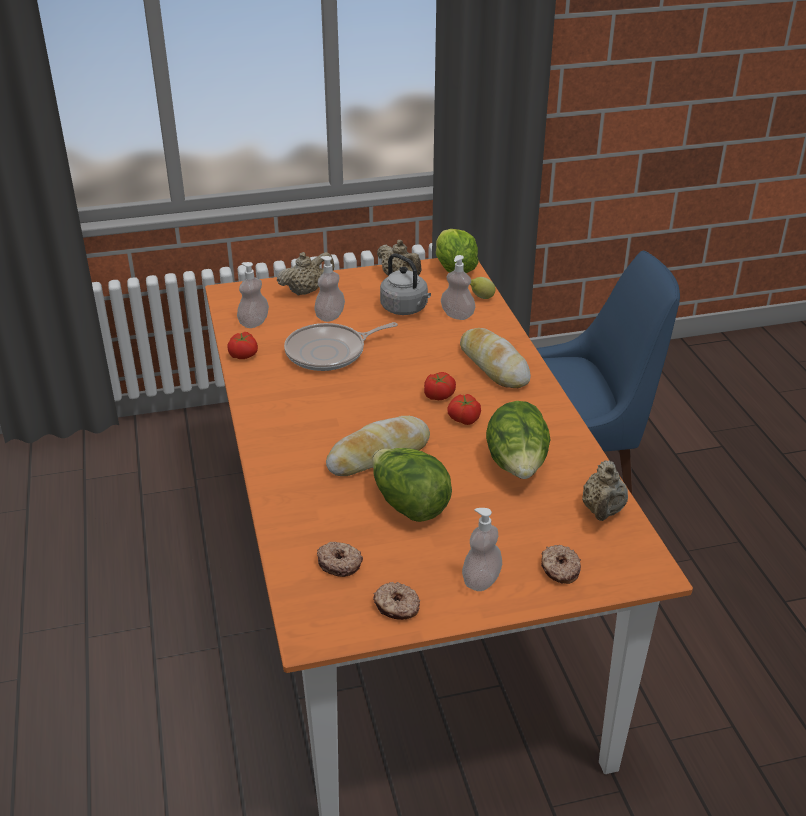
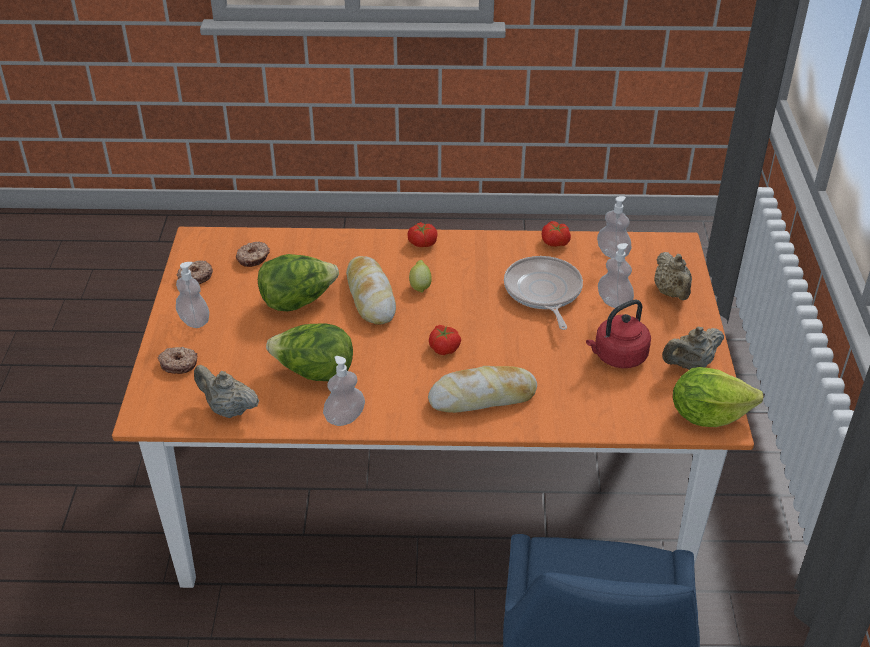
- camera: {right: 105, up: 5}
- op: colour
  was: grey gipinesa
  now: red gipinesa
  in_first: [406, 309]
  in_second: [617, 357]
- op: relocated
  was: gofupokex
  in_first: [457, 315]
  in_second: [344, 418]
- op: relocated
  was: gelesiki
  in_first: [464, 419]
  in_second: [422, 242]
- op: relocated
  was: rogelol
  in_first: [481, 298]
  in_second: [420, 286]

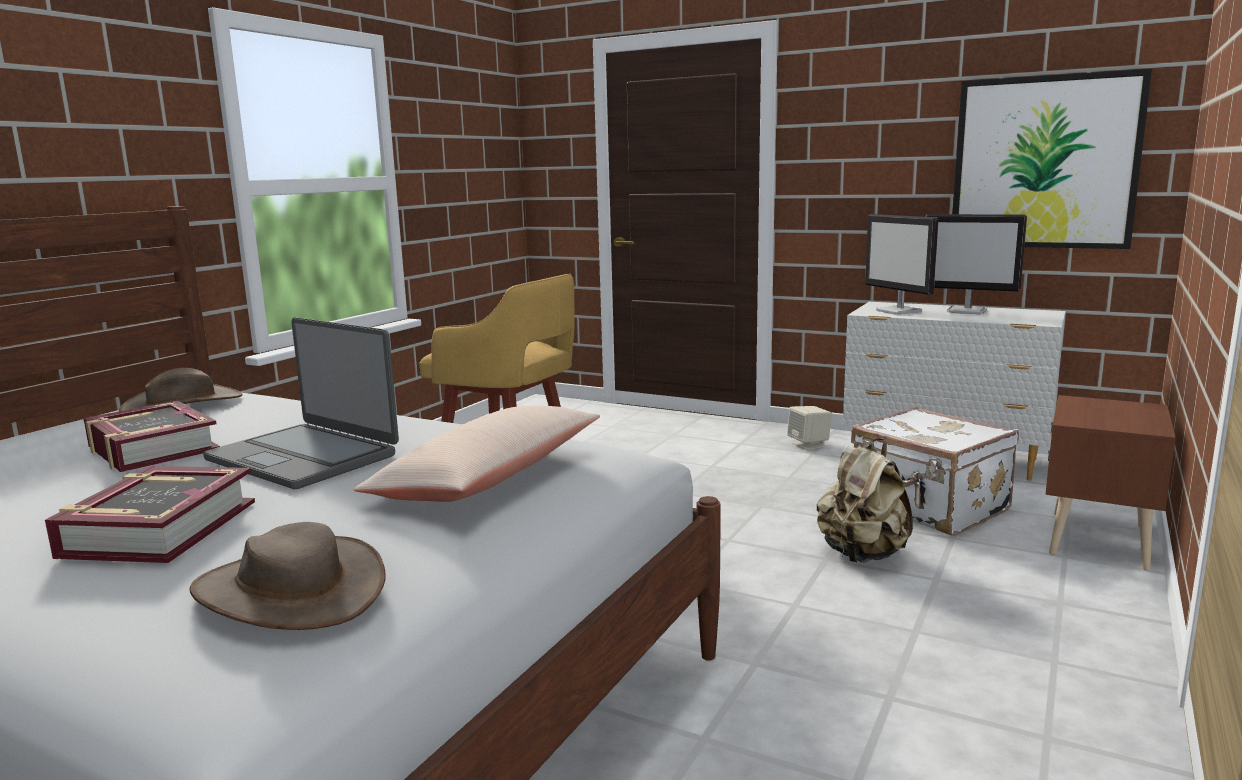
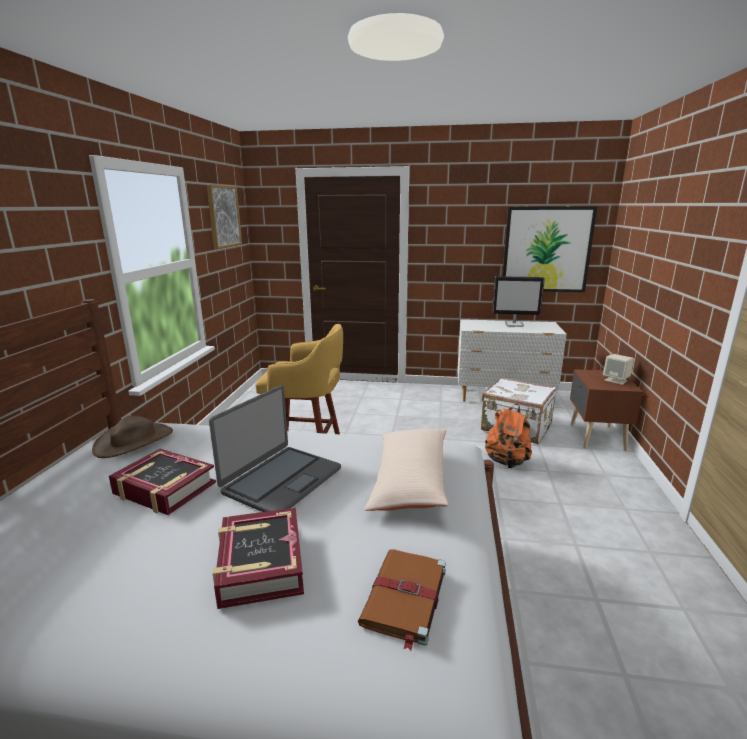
- camera: {right: -20, up: 5}
- op: exchanged
  was: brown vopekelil
  now: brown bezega
  in_first: [291, 590]
  in_second: [404, 598]
- op: spun
  was: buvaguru
  in_first: [304, 457]
  in_second: [281, 480]
  clockwise: -75
- op: relocated
  was: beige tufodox
  in_first: [809, 445]
  in_second: [616, 380]
- op: colour
  was: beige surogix
  now: orange surogix
  in_first: [862, 555]
  in_second: [507, 462]
- op: missing
  was: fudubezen
  in_first: [899, 311]
- op: appeared
  now: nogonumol
  in_second: [223, 216]

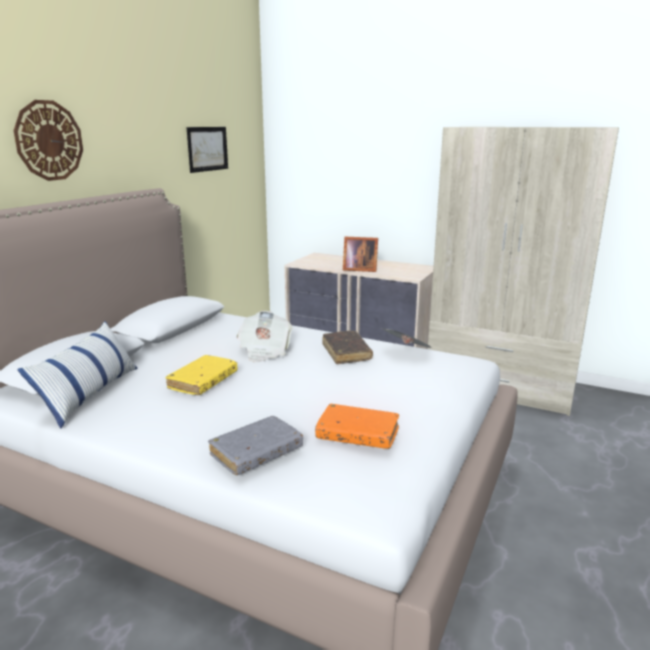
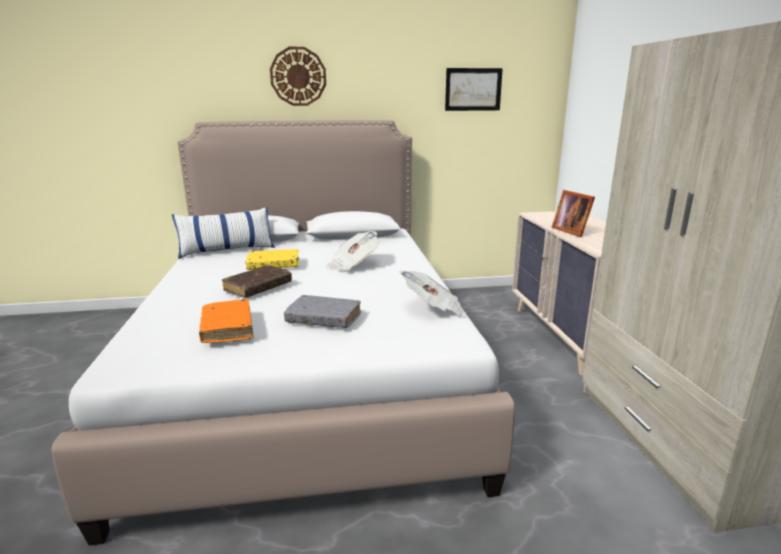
- camera: {right: 55, up: 0}
- op: relocated
  was: grey bezega
  in_first: [256, 453]
  in_second: [324, 319]
- op: relocated
  was: brown bezega
  in_first: [346, 353]
  in_second: [258, 287]

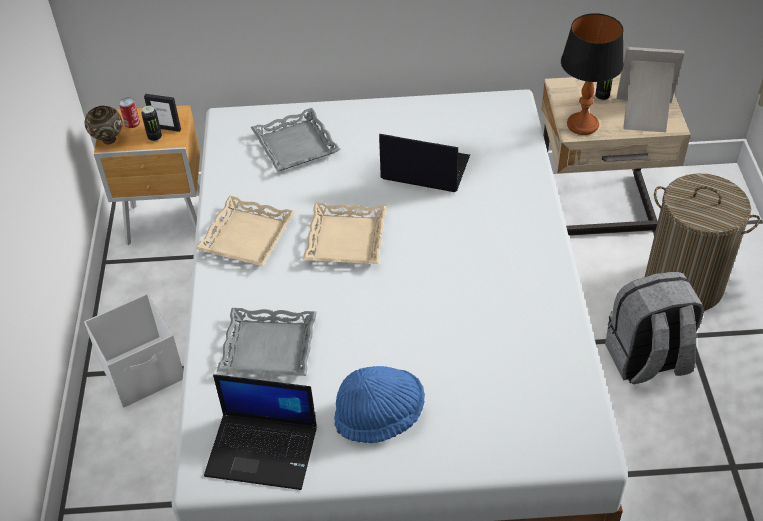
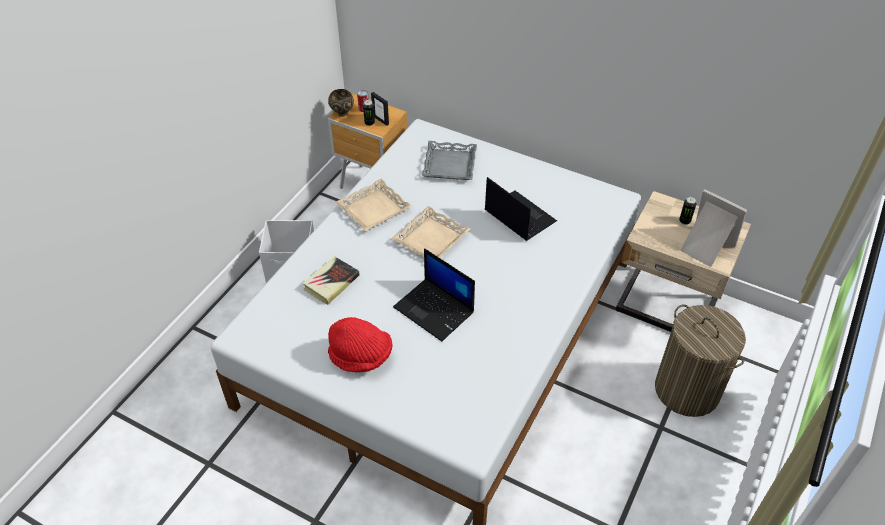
- camera: {right: 30, up: 0}
- op: relocated
  was: buvaguru
  in_first: [263, 450]
  in_second: [435, 310]
- op: exchanged
  was: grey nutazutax
  now: bezega
  in_first: [268, 348]
  in_second: [331, 283]
- op: colour
  was: blue vopekelil
  now: red vopekelil
  in_first: [380, 416]
  in_second: [361, 356]
- op: missing
  was: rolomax
  in_first: [582, 125]
- op: missing
  was: grey surogix
  in_first: [646, 360]

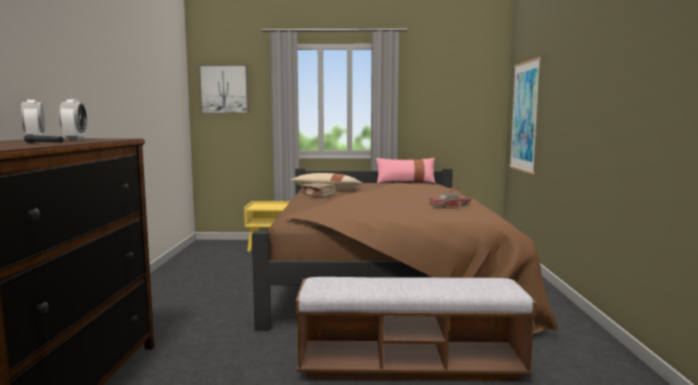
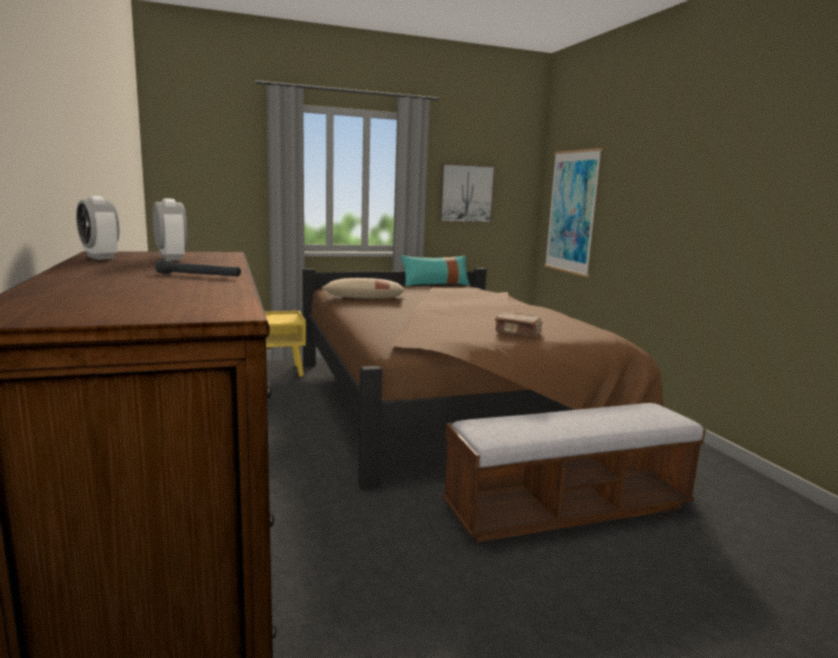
- camera: {right: -20, up: 5}
- op: relocated
  was: nogonumol
  in_first: [224, 89]
  in_second: [466, 193]
- op: relocated
  was: brown bezega
  in_first: [319, 196]
  in_second: [518, 333]
- op: colour
  was: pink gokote
  now: turquoise gokote
  in_first: [405, 182]
  in_second: [435, 284]
- op: missing
  was: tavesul
  in_first: [449, 206]

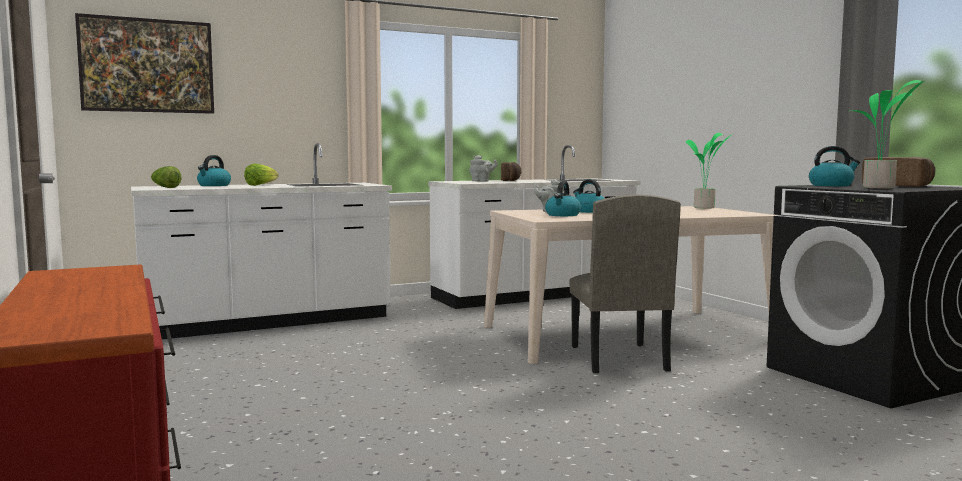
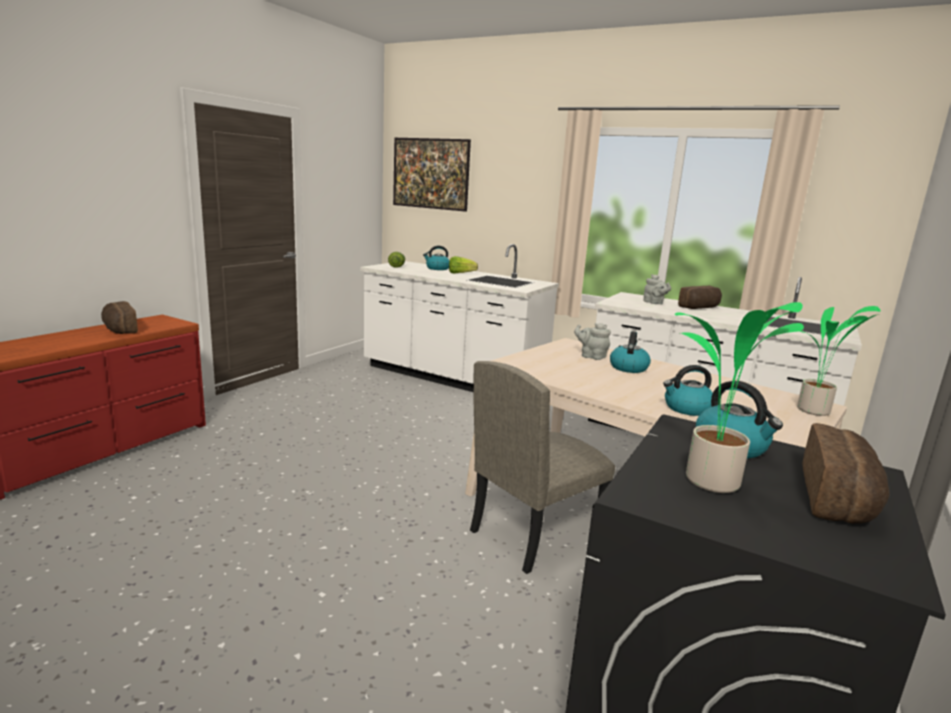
- camera: {right: 55, up: 10}
- op: relocated
  was: gipinesa
  in_first: [563, 215]
  in_second: [687, 408]
- op: appeared
  now: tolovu
  in_second: [119, 329]

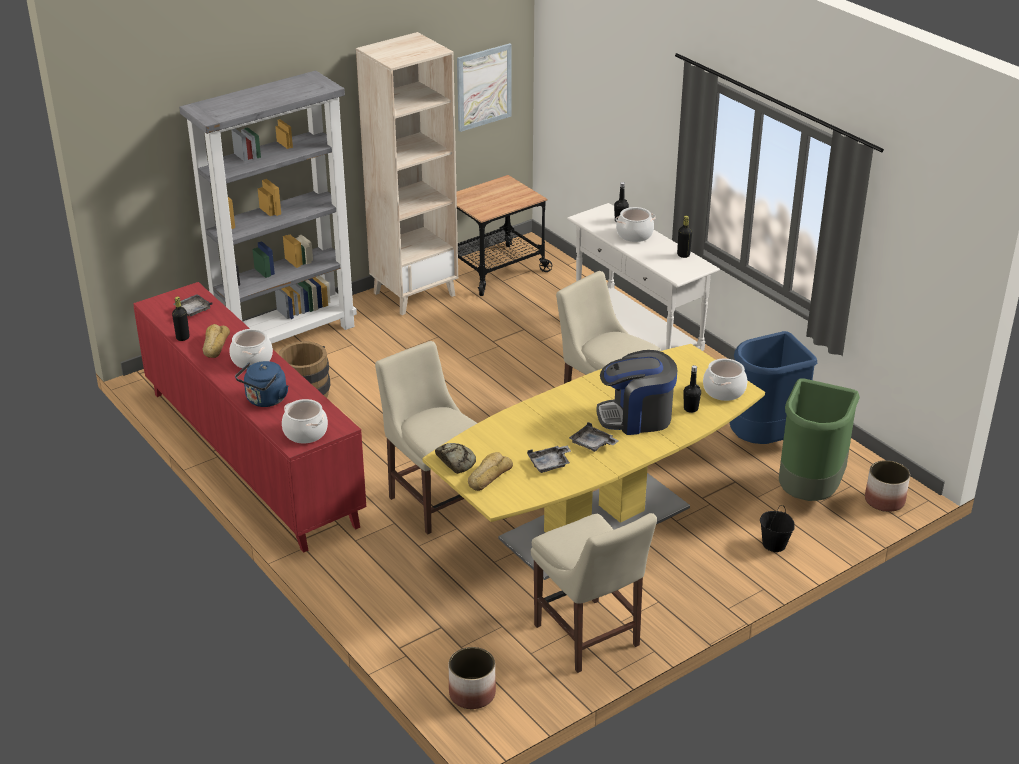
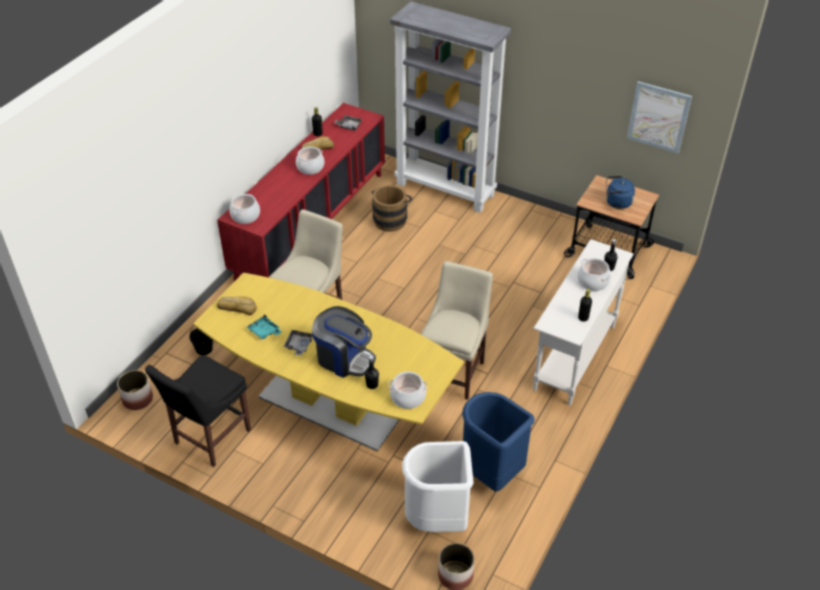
- camera: {right: 65, up: 10}
- op: relocated
  was: blue gipinesa
  in_first: [265, 400]
  in_second: [616, 202]
- op: missing
  was: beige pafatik
  in_first: [414, 294]
- op: missing
  was: tolovu
  in_first: [455, 461]
- op: colour
  was: grey nutazutax
  now: turquoise nutazutax
  in_first: [550, 464]
  in_second: [264, 332]
- op: colour
  was: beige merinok
  now: black merinok
  in_first: [589, 638]
  in_second: [209, 438]
- op: spun
  was: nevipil
  in_first: [636, 417]
  in_second: [344, 358]
  clockwise: 150
- op: relocated
  was: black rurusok
  in_first: [774, 544]
  in_second: [204, 349]
- op: colour
  was: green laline
  now: white laline
  in_first: [809, 492]
  in_second: [438, 520]

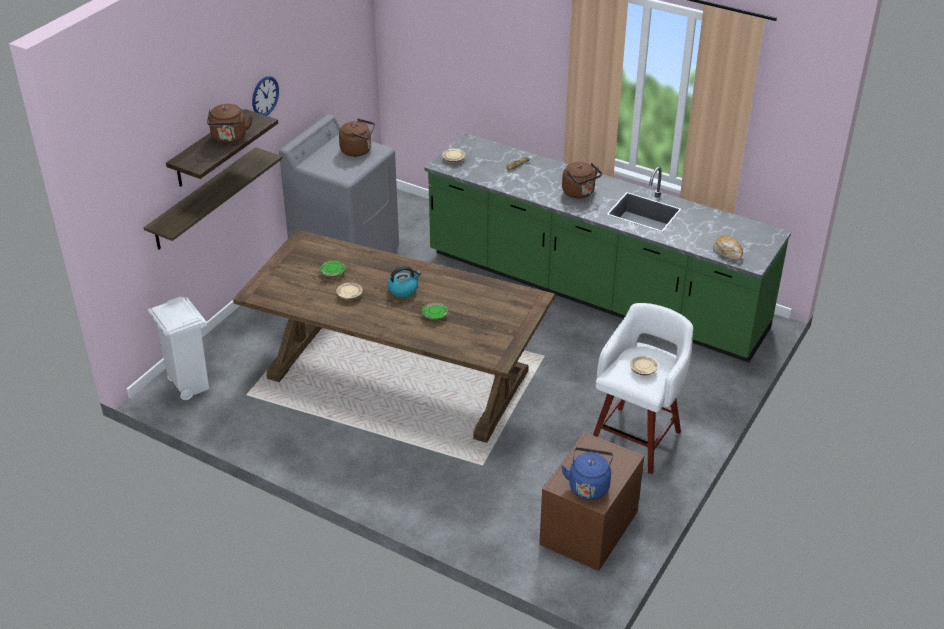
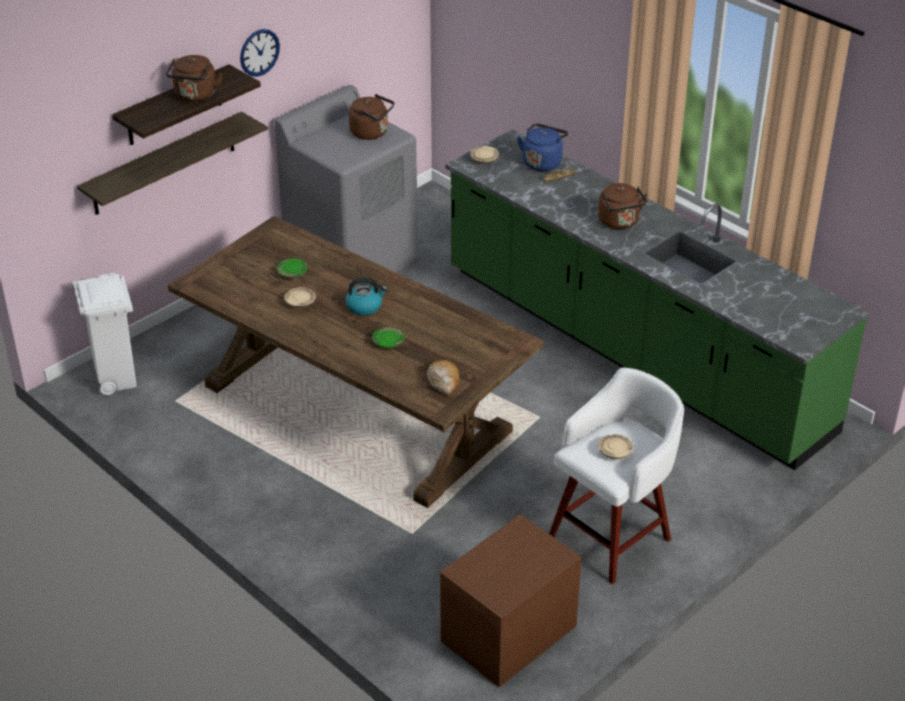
- camera: {right: 15, up: 0}
- op: relocated
  was: blue gipinesa
  in_first: [588, 486]
  in_second: [542, 162]
- op: relocated
  was: tolovu
  in_first: [728, 252]
  in_second: [444, 382]

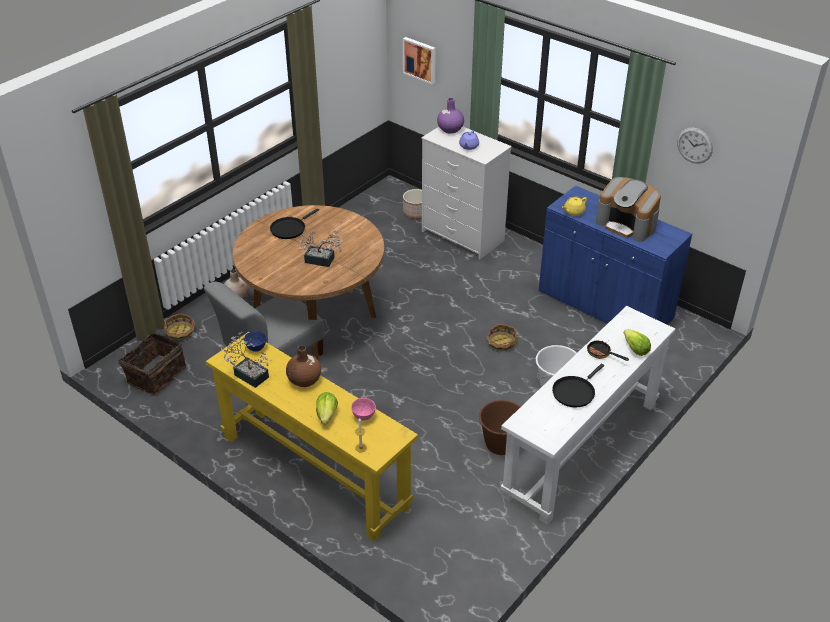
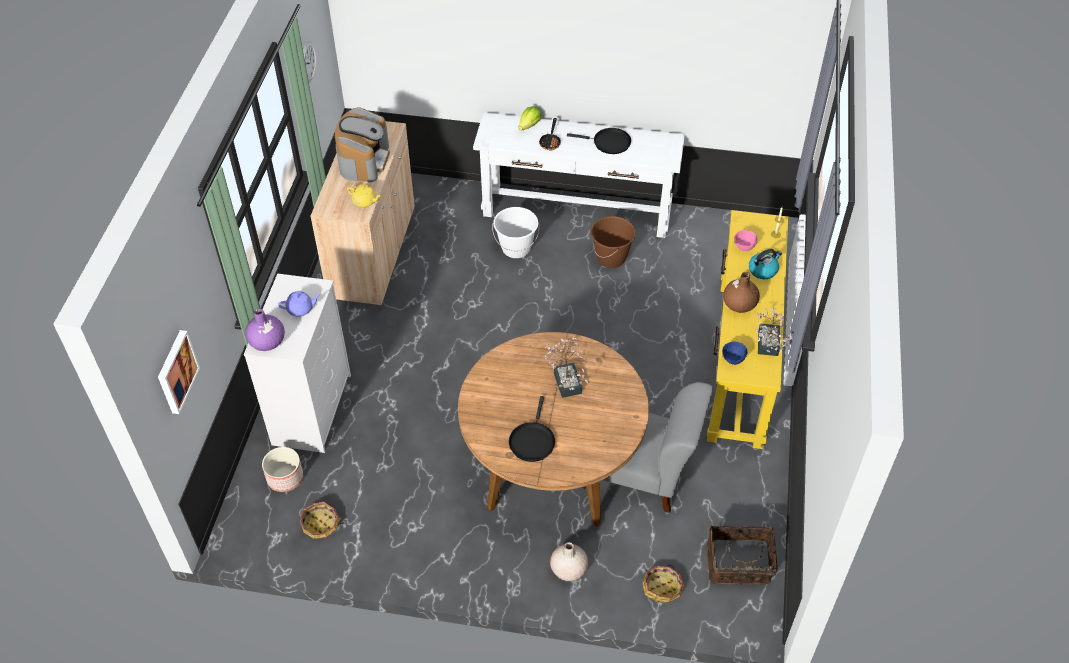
- camera: {right: -120, up: 10}
- op: spun
  was: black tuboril
  in_first: [289, 229]
  in_second: [532, 441]
  clockwise: 90
- op: exchanged
  was: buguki
  now: gipinesa
  in_first: [327, 415]
  in_second: [763, 270]
- op: relocated
  was: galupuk
  in_first: [501, 343]
  in_second: [321, 525]
- op: colour
  was: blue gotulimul
  now: beige gotulimul
  in_first: [604, 306]
  in_second: [373, 252]

